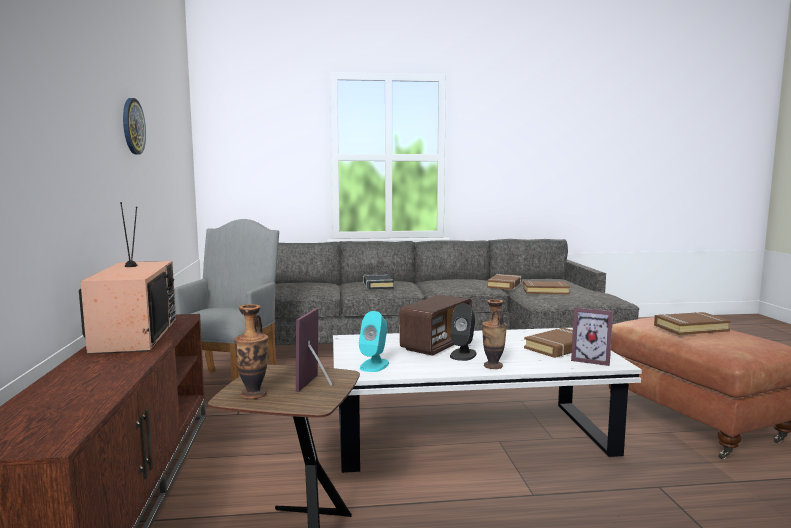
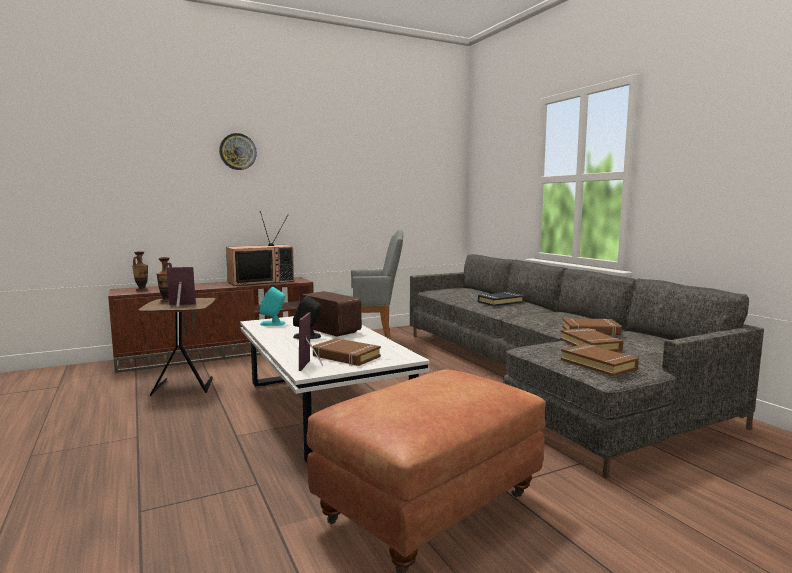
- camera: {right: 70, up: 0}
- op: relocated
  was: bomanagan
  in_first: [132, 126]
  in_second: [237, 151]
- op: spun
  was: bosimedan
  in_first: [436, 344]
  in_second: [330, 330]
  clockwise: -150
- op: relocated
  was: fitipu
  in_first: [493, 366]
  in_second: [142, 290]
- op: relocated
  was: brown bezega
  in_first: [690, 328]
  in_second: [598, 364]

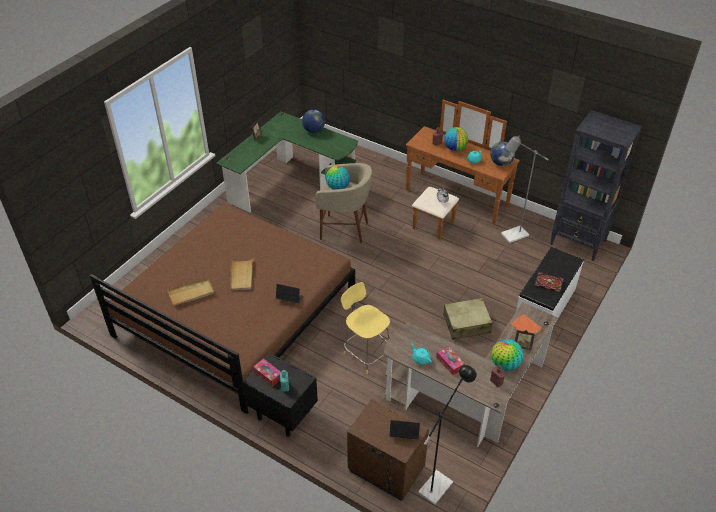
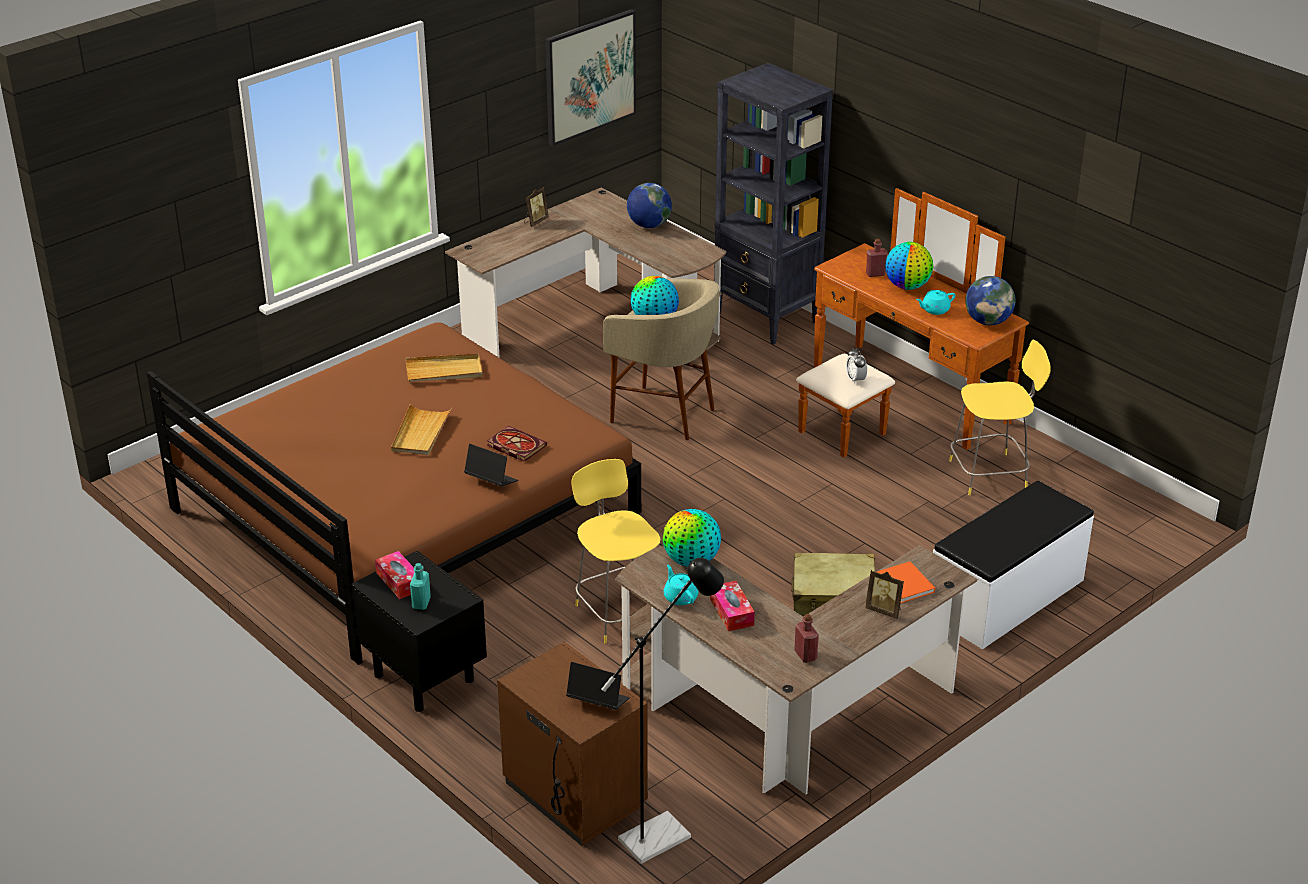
- camera: {right: 15, up: -10}
- op: relocated
  was: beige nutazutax
  in_first: [191, 293]
  in_second: [444, 371]
- op: colour
  was: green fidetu
  now: brown fidetu
  in_first: [291, 183]
  in_second: [596, 325]
- op: relocated
  was: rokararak
  in_first: [505, 364]
  in_second: [691, 561]
- op: exchanged
  was: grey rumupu
  now: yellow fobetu
  in_first: [510, 236]
  in_second: [991, 474]
- op: relocated
  was: bezega
  in_first: [548, 283]
  in_second: [514, 446]
- op: relocated
  was: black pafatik
  in_first: [578, 243]
  in_second: [767, 318]
- op: appeared
  now: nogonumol
  in_second: [589, 76]

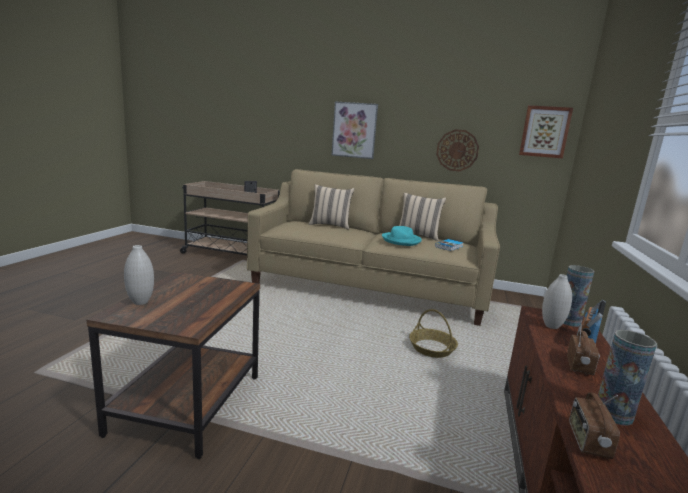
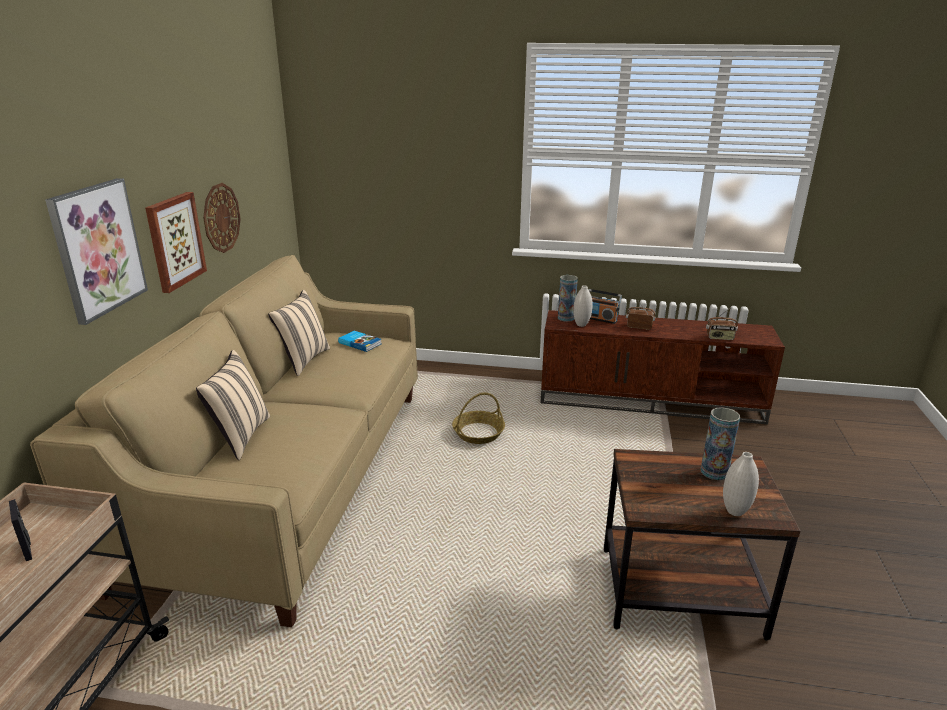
- camera: {right: -95, up: 10}
- op: missing
  was: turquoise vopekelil
  in_first: [401, 240]
- op: relocated
  was: nogonumol
  in_first: [544, 132]
  in_second: [175, 241]
- op: relocated
  was: fitipu
  in_first: [613, 414]
  in_second: [714, 472]

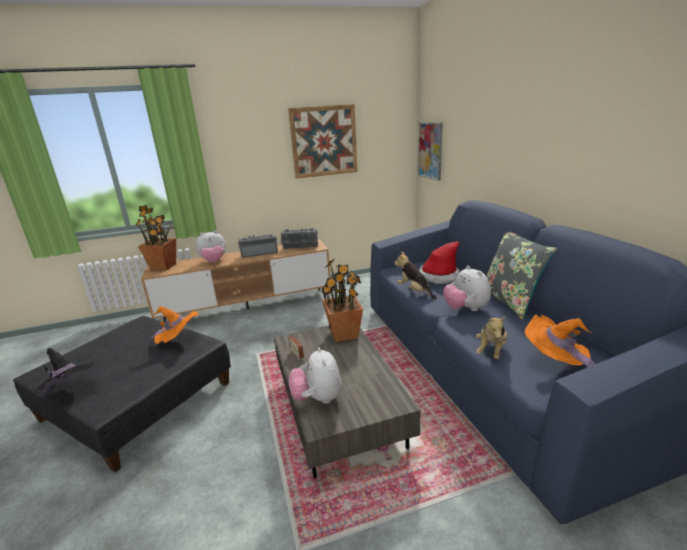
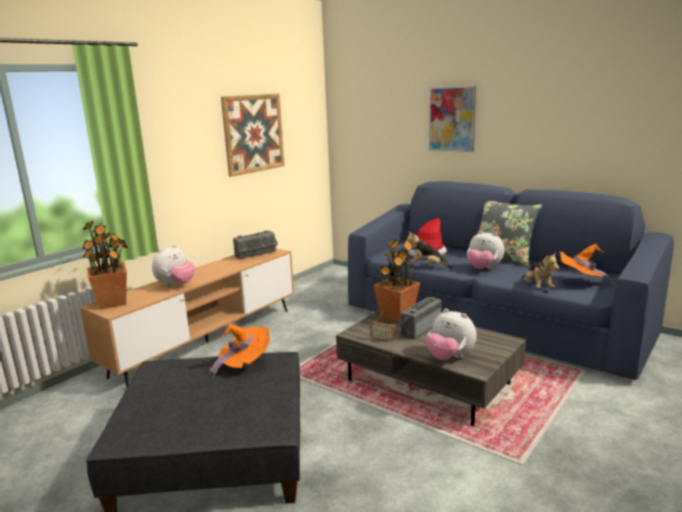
- camera: {right: -35, up: -5}
- op: missing
  was: black vopekelil
  in_first: [70, 391]
- op: relocated
  was: bosimedan
  in_first: [259, 253]
  in_second: [418, 328]
- op: relocated
  was: nogonumol
  in_first: [430, 150]
  in_second: [452, 119]

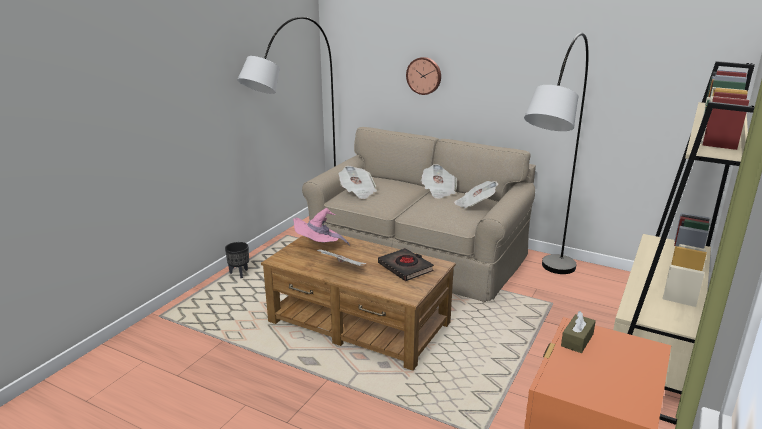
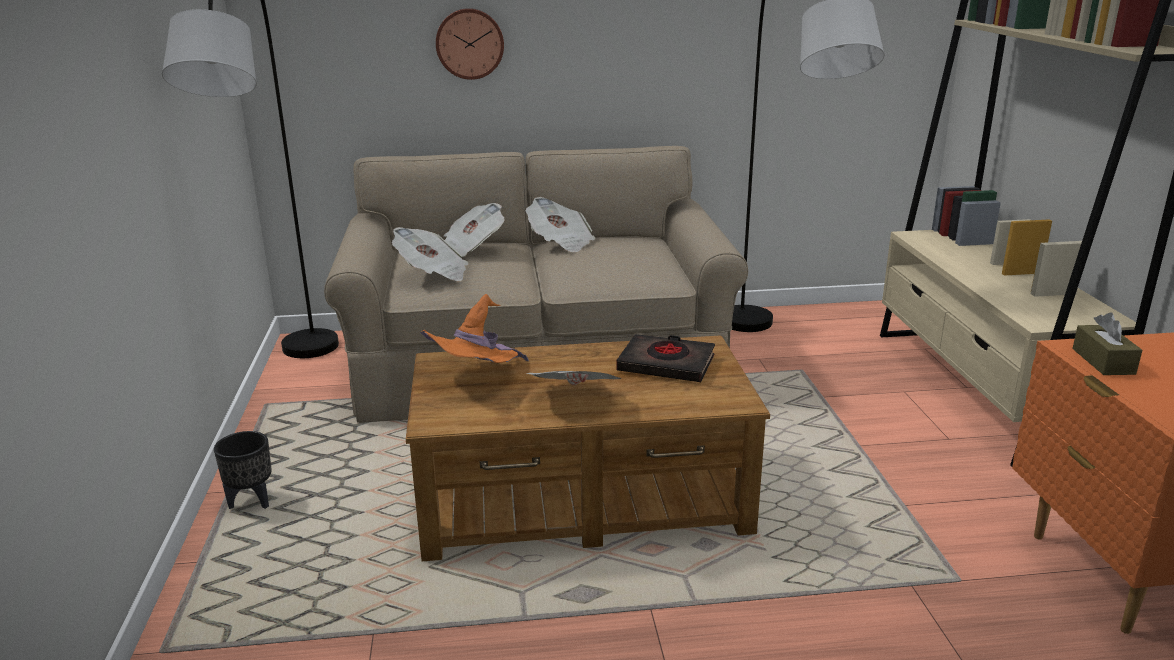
- camera: {right: -35, up: 0}
- op: colour
  was: pink vopekelil
  now: orange vopekelil
  in_first: [318, 247]
  in_second: [476, 379]
- op: relocated
  was: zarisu
  in_first: [474, 204]
  in_second: [469, 249]

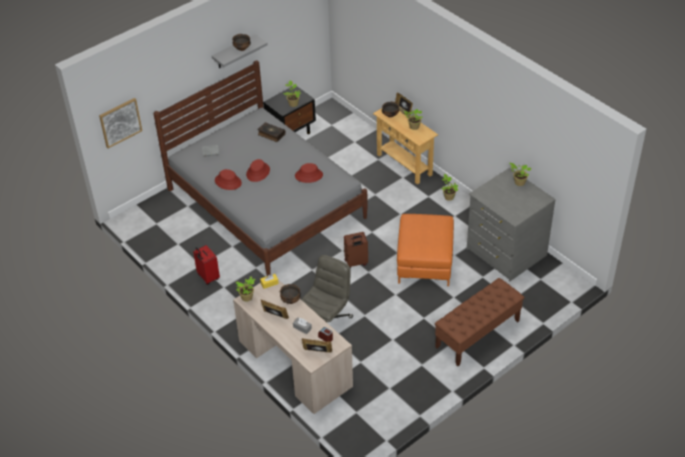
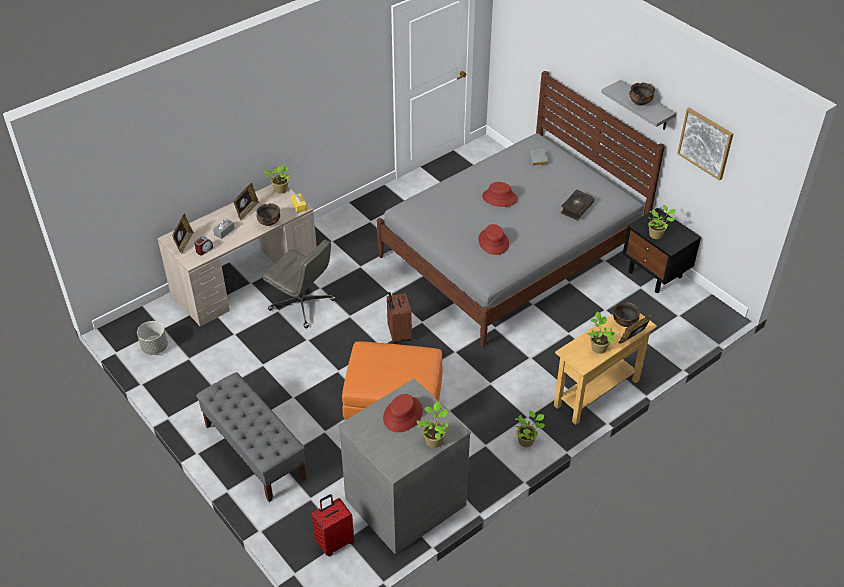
- camera: {right: 90, up: 0}
- op: relocated
  was: nogonumol
  in_first: [120, 122]
  in_second: [705, 143]
- op: relocated
  was: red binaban
  in_first: [208, 277]
  in_second: [334, 542]
- op: relocated
  was: red vopekelil
  in_first: [228, 182]
  in_second: [403, 415]
- op: colour
  was: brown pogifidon
  now: grey pogifidon
  in_first: [477, 334]
  in_second: [254, 451]
- op: appeared
  now: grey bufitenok
  in_second: [154, 348]

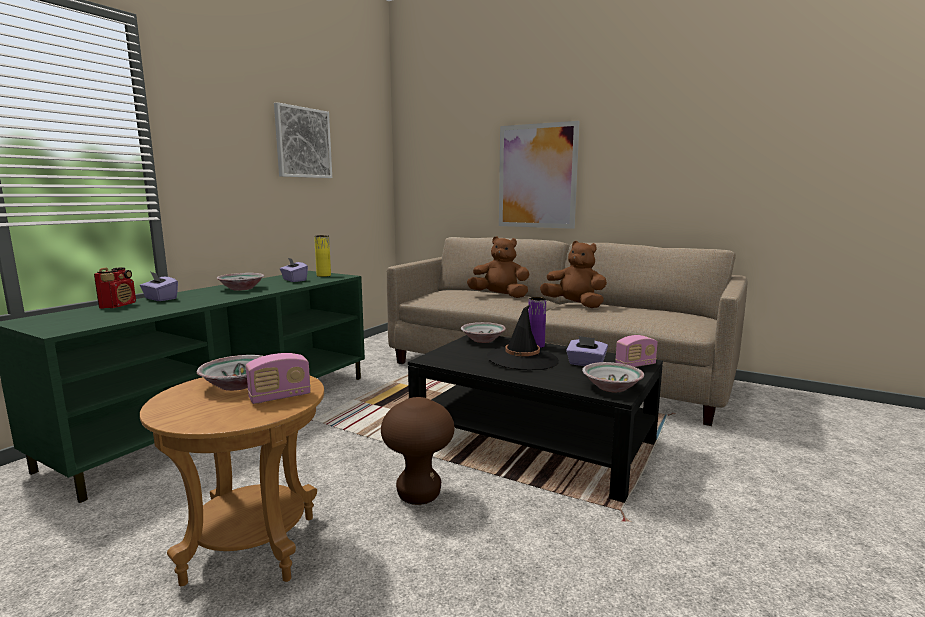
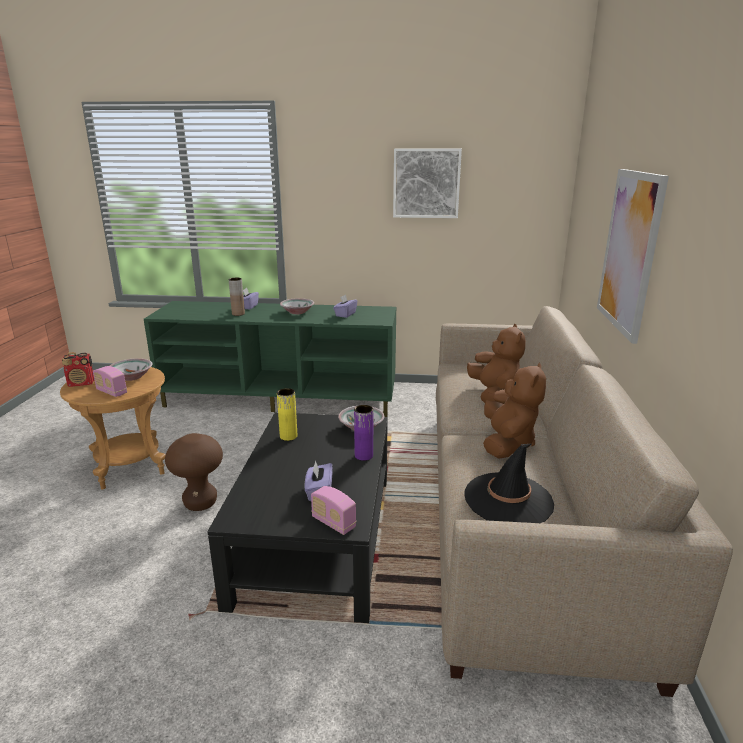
- camera: {right: 65, up: 10}
- op: relocated
  was: bosimedan
  in_first: [118, 305]
  in_second: [81, 383]
- op: relocated
  was: yellow fitipu
  in_first: [323, 275]
  in_second: [288, 436]
- op: relocated
  was: black vopekelil
  in_first: [522, 359]
  in_second: [508, 500]
- op: missing
  was: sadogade
  in_first: [612, 387]
- op: appeared
  now: brown fitipu
  in_second: [238, 314]

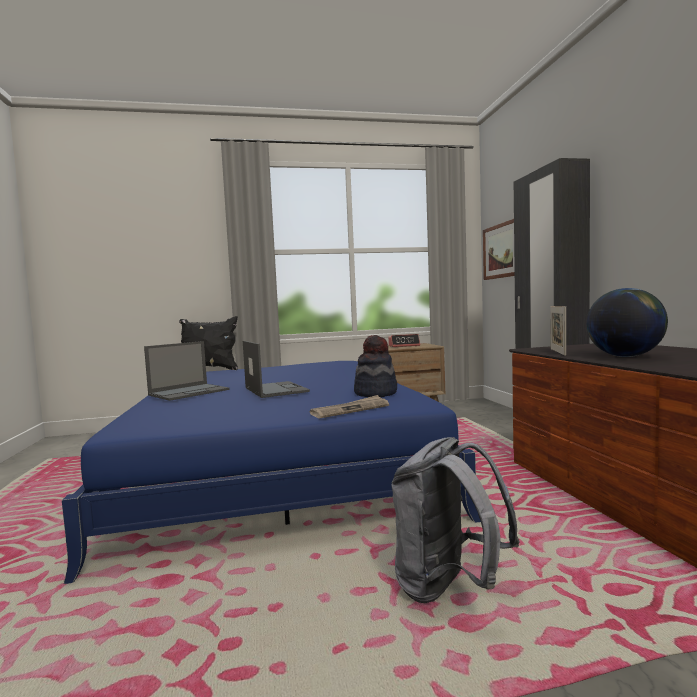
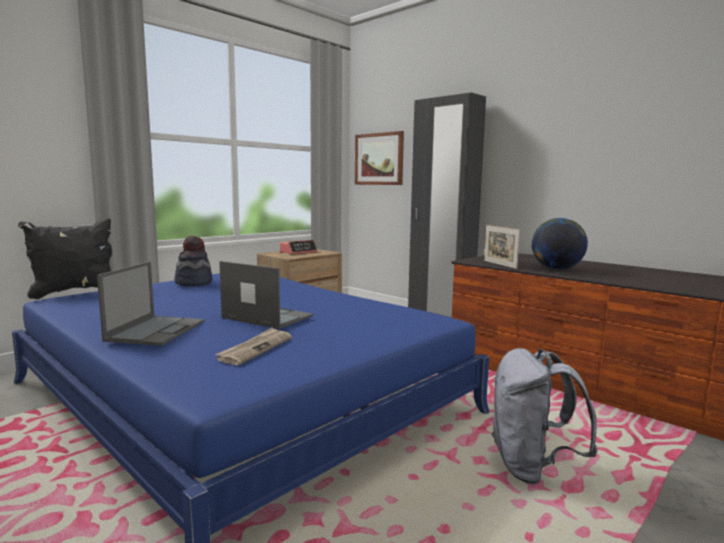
- camera: {right: -35, up: 5}
- op: relocated
  was: zarisu
  in_first: [350, 409]
  in_second: [255, 348]
- op: relocated
  was: vopekelil
  in_first: [375, 393]
  in_second: [194, 283]

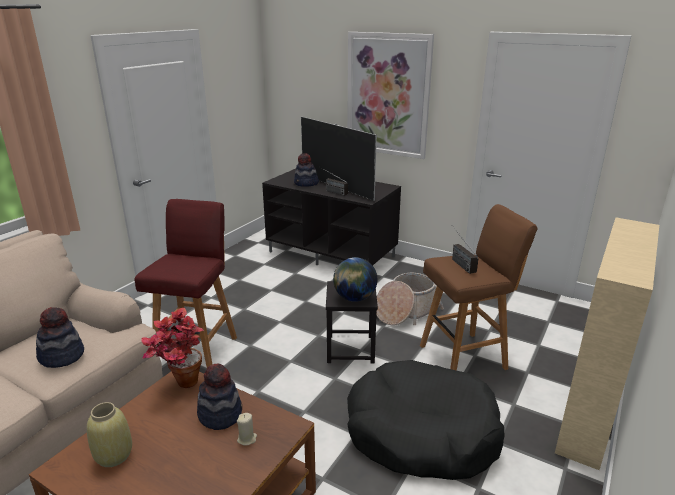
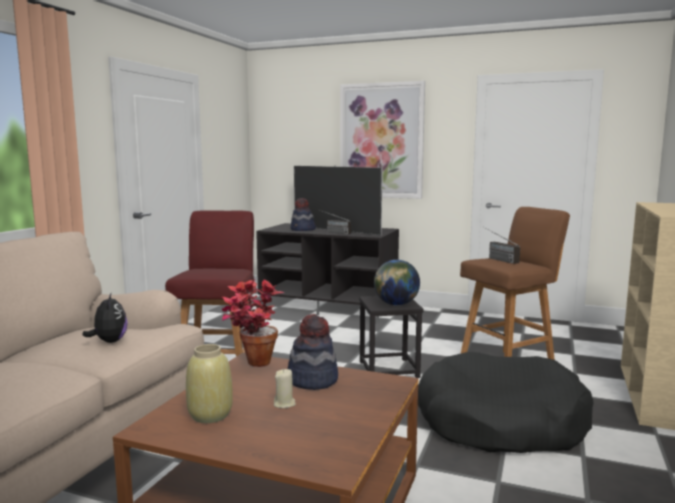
- camera: {right: -10, up: -15}
- op: exchanged
  was: vopekelil
  now: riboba
  in_first: [62, 356]
  in_second: [109, 341]
- op: relocated
  was: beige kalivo
  in_first: [247, 439]
  in_second: [284, 404]
- op: missing
  was: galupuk
  in_first: [406, 311]

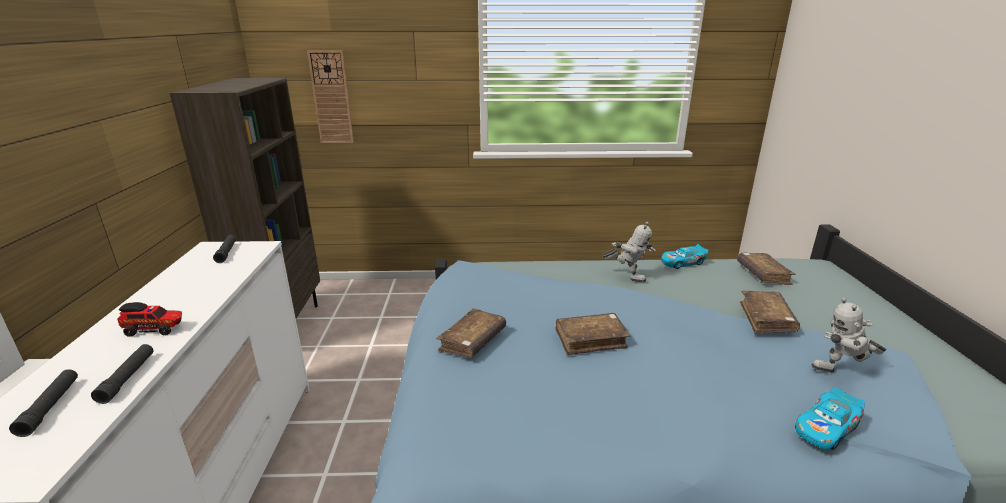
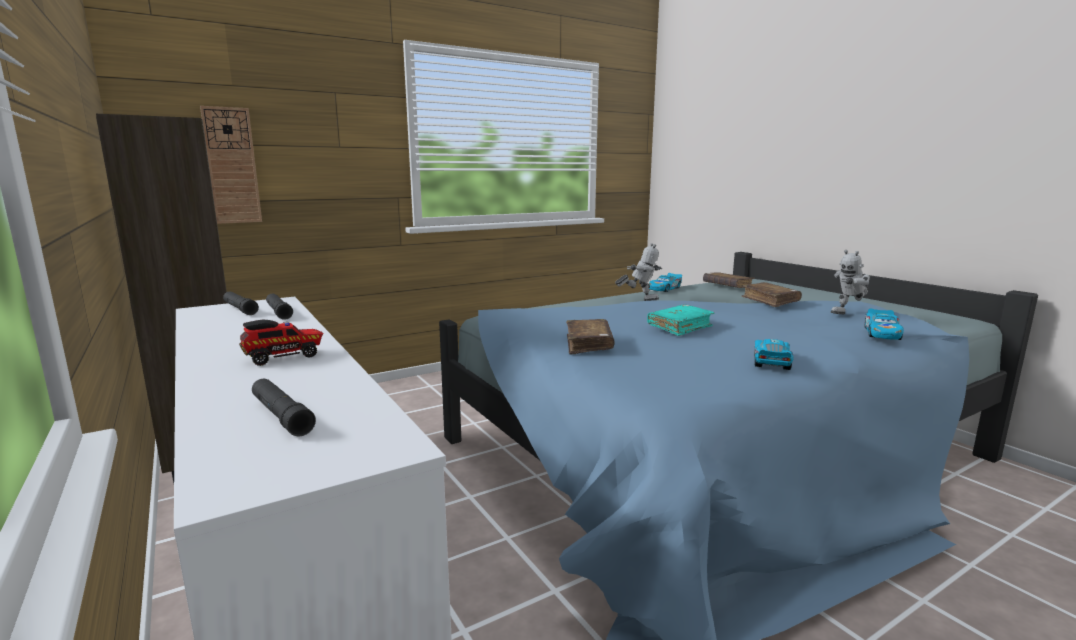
- camera: {right: -30, up: -10}
- op: relocated
  was: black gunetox
  in_first: [128, 378]
  in_second: [279, 312]
- op: colour
  was: brown bezega
  now: turquoise bezega
  in_first: [590, 340]
  in_second: [680, 327]
- op: appeared
  now: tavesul
  in_second: [771, 362]

